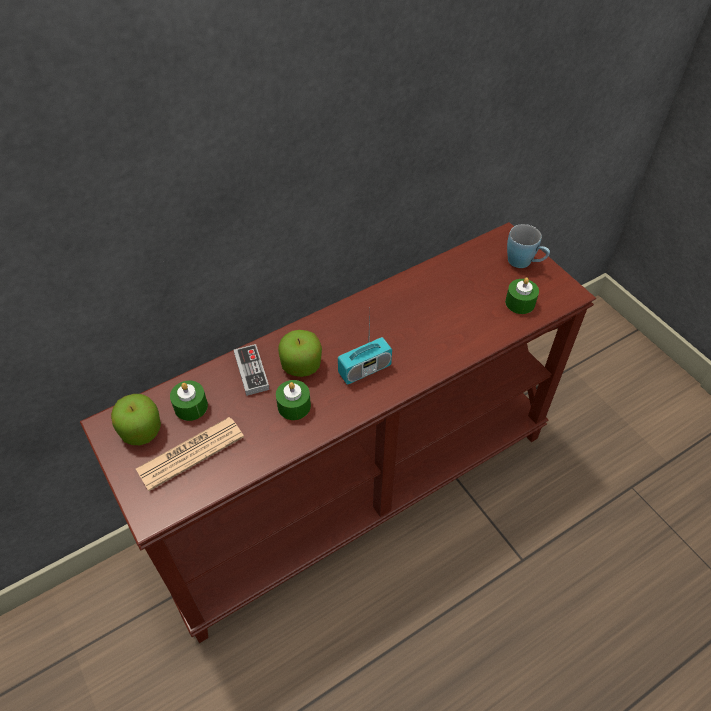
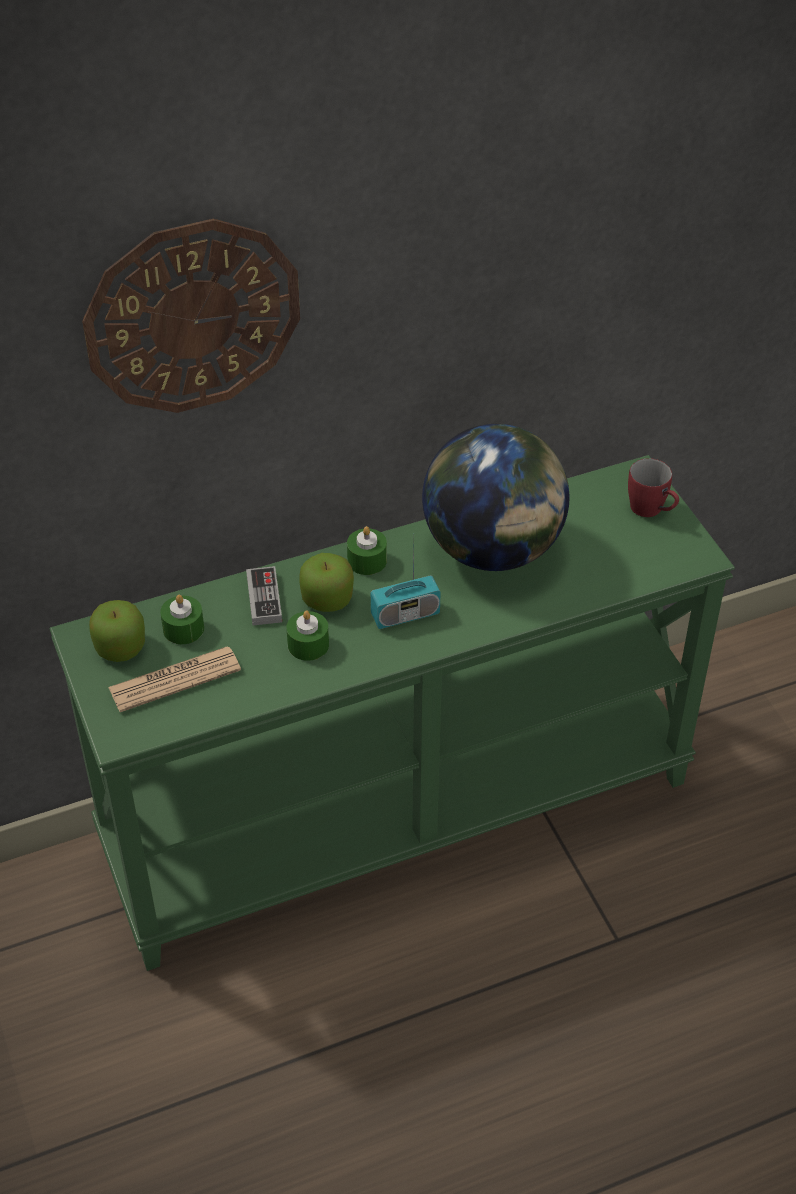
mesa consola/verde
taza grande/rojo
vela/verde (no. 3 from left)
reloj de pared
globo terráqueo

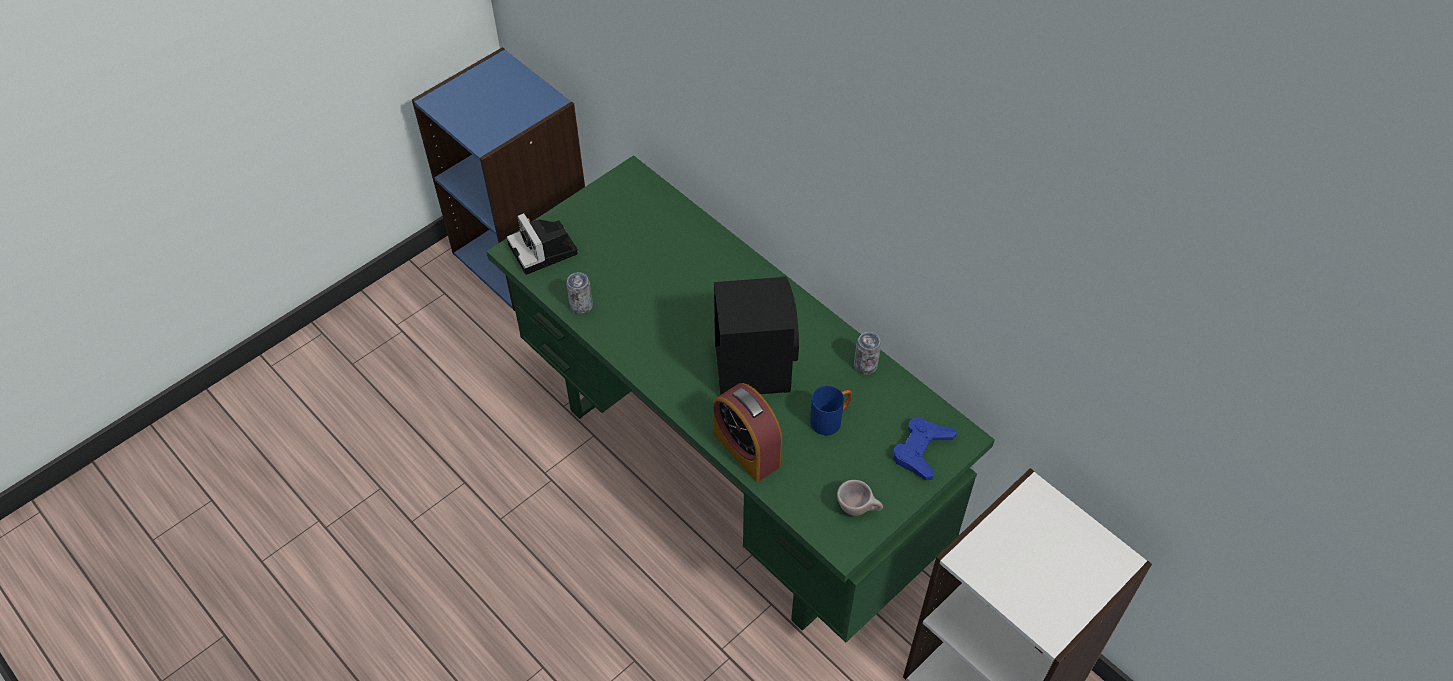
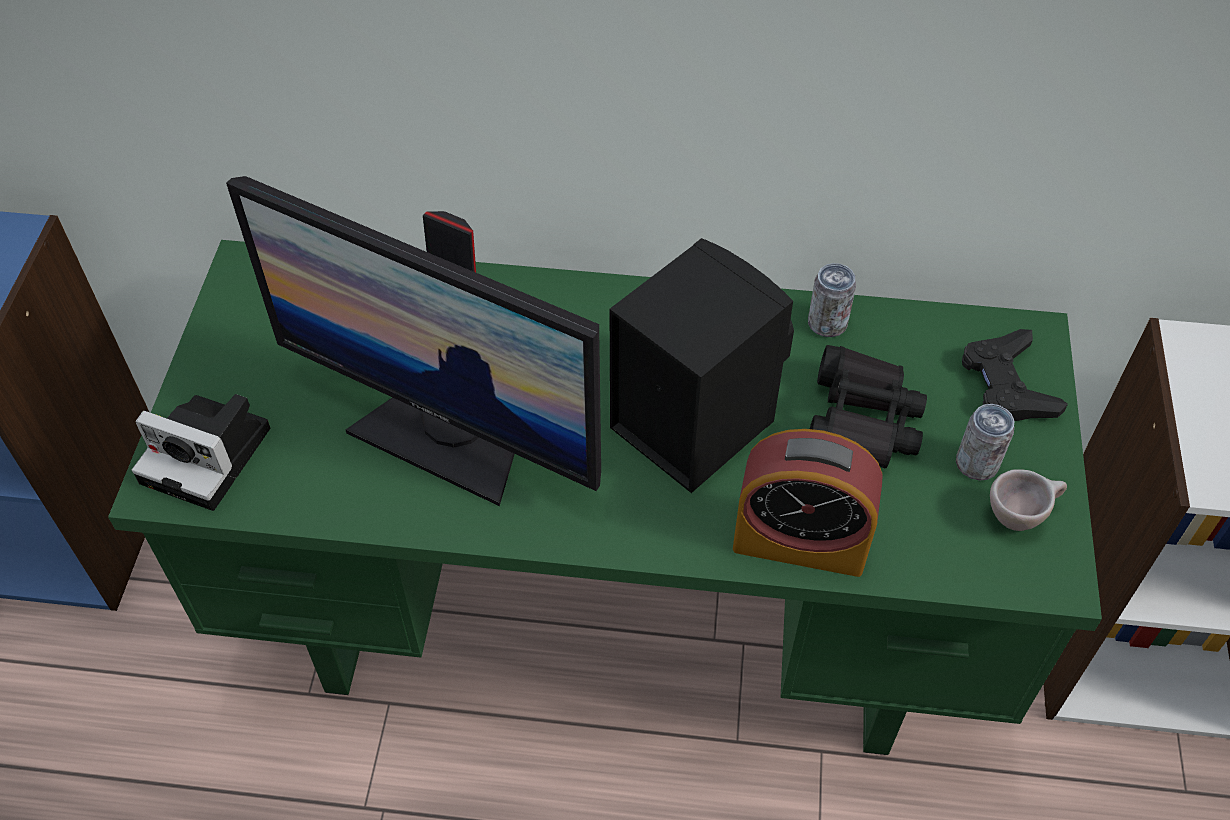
lata (no. 2 from left)
prismáticos/negro
mando de consola/negro
monitor

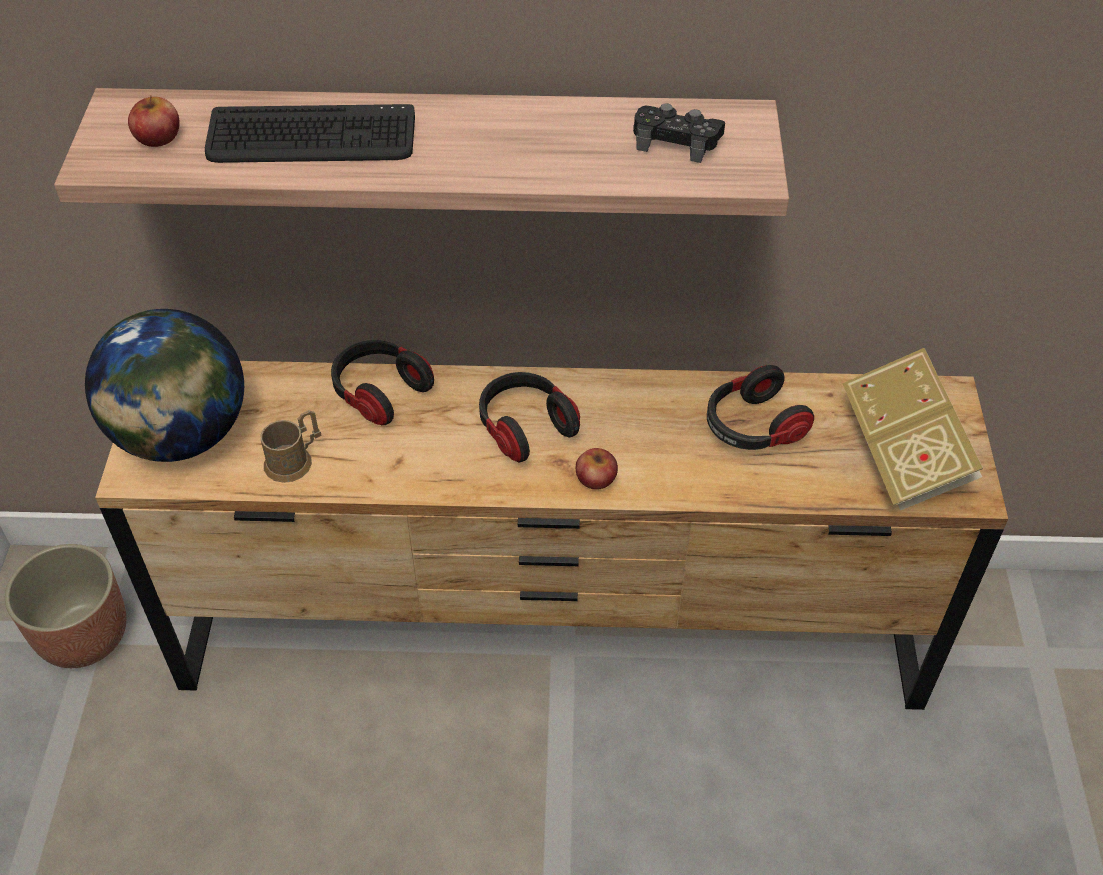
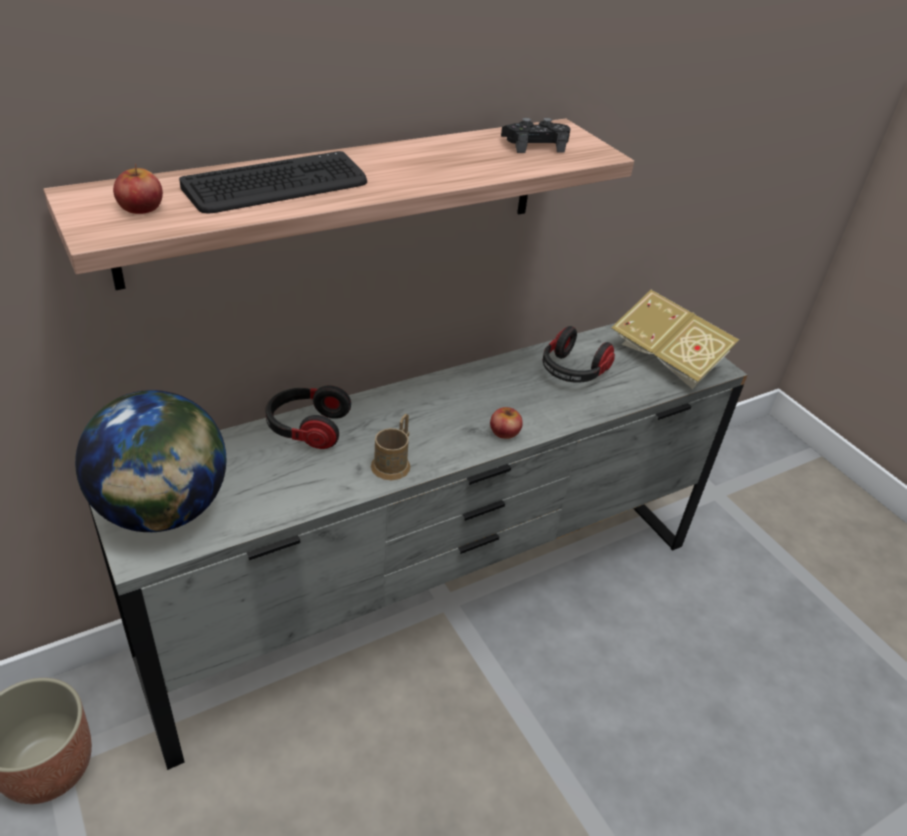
cómoda/gris
auriculares (no. 2 from left in the first image)
taza grande/marrón

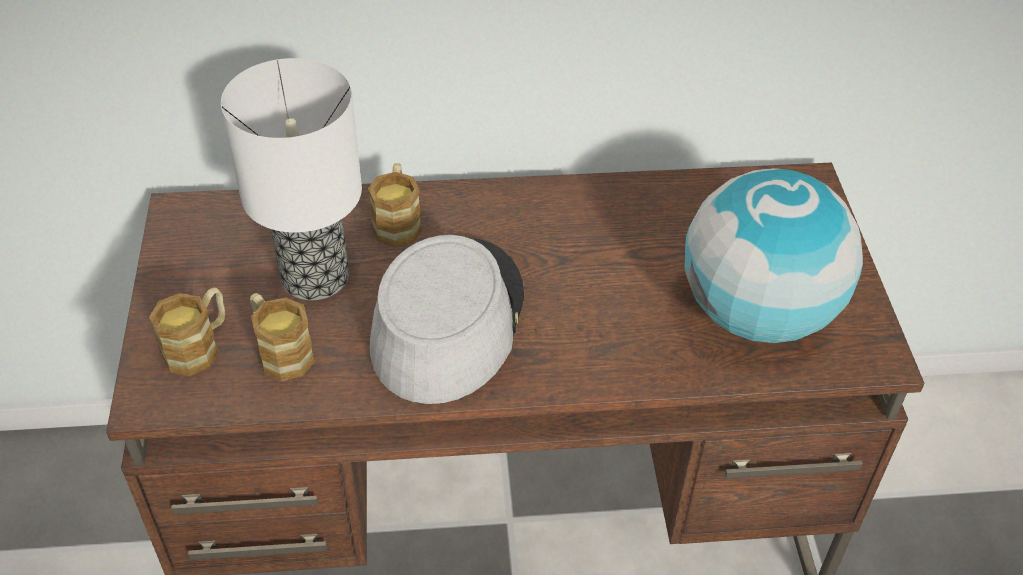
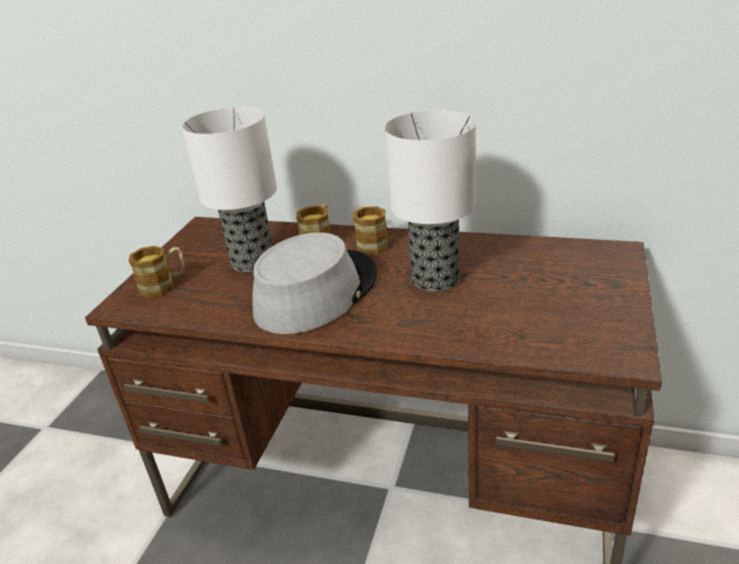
globo terráqueo
taza grande (no. 3 from left)
lámpara de mesa (no. 2 from left)

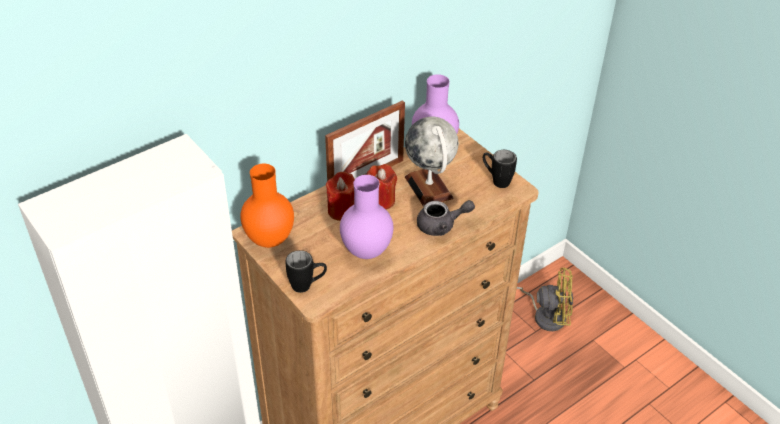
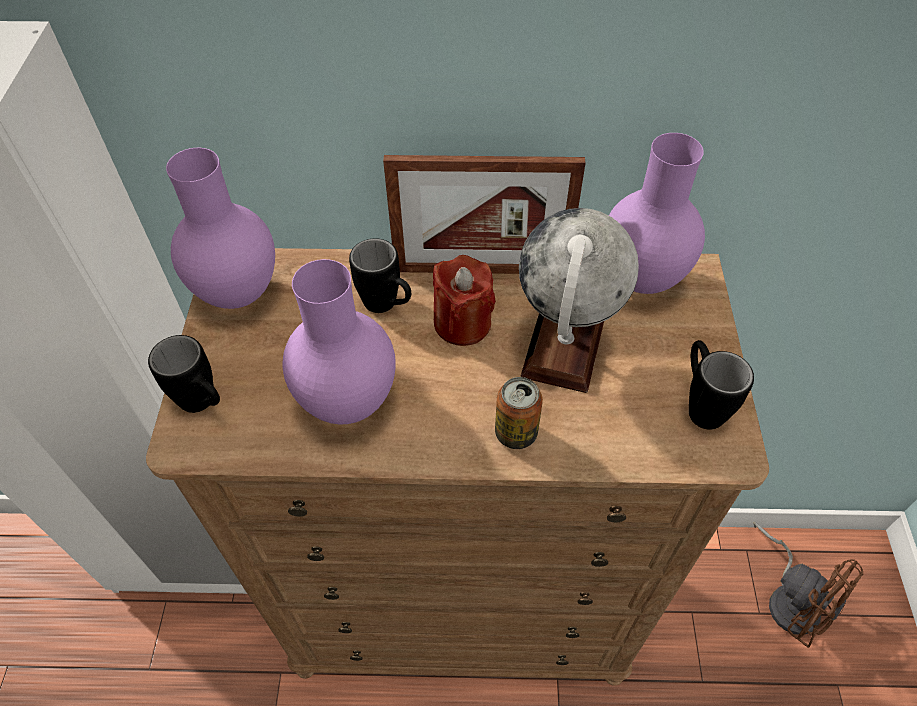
florero/morado (no. 1 from left)
taza grande/negro (no. 2 from left)
lata
ventilador/marrón

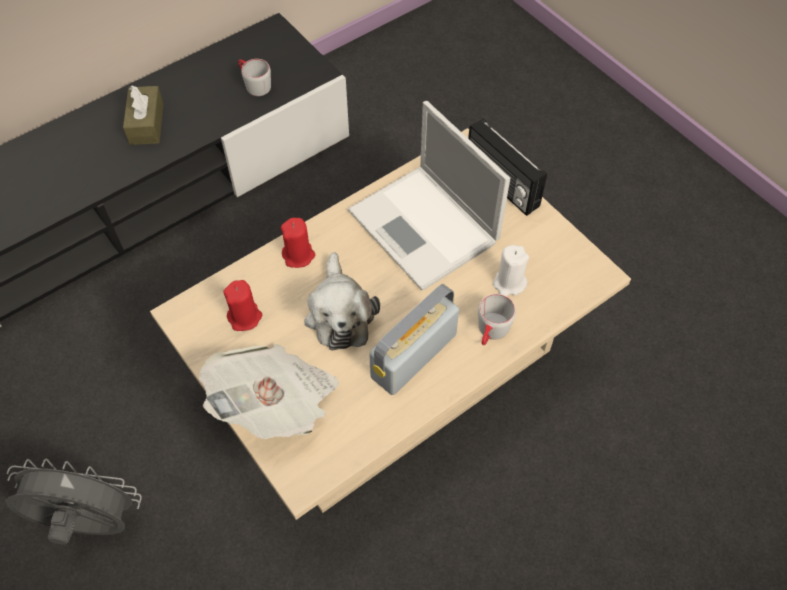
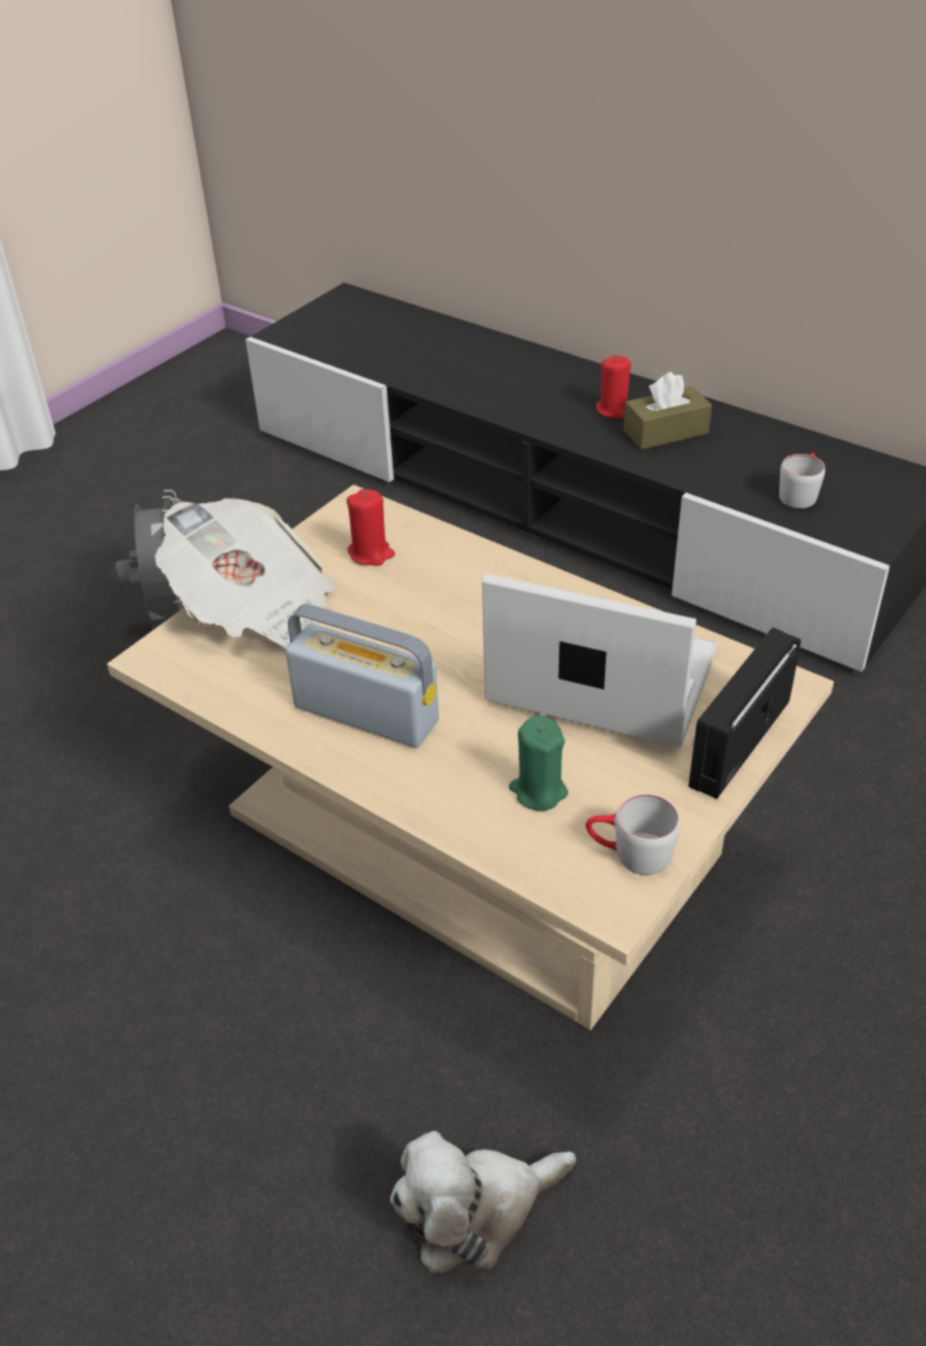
portátil
vela/rojo (no. 2 from left)
vela/verde
peluche
taza grande/gris (no. 1 from left)

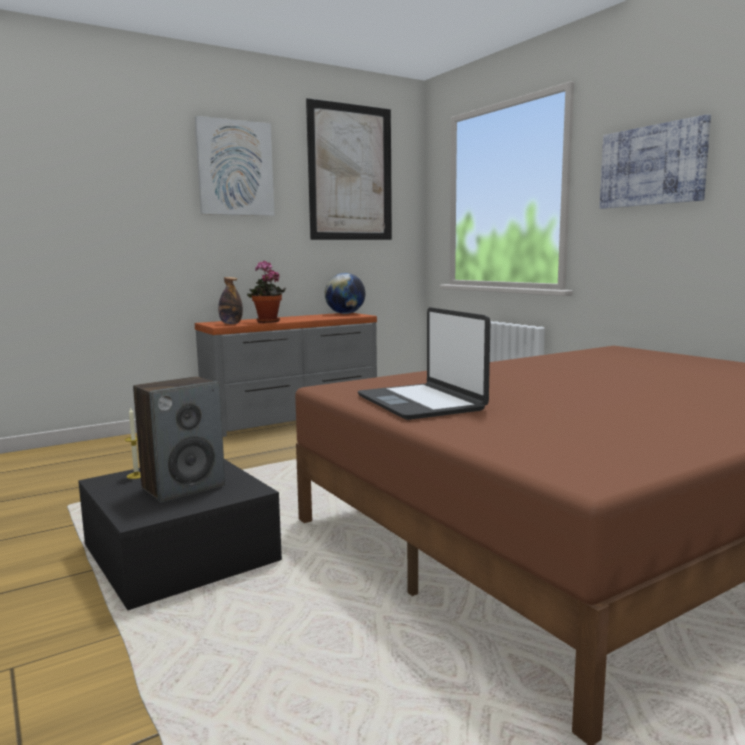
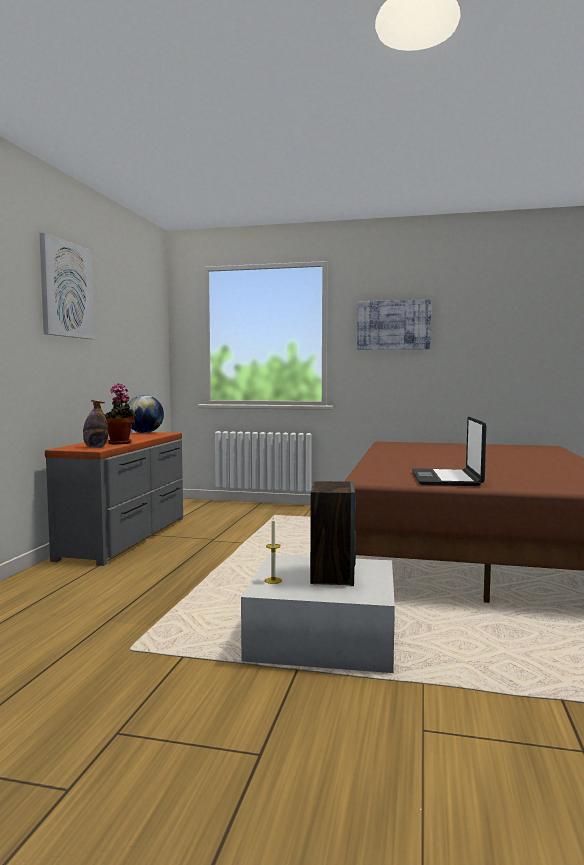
cuadro (no. 2 from left in the first image)
portátil
caja de almacenaje/blanco

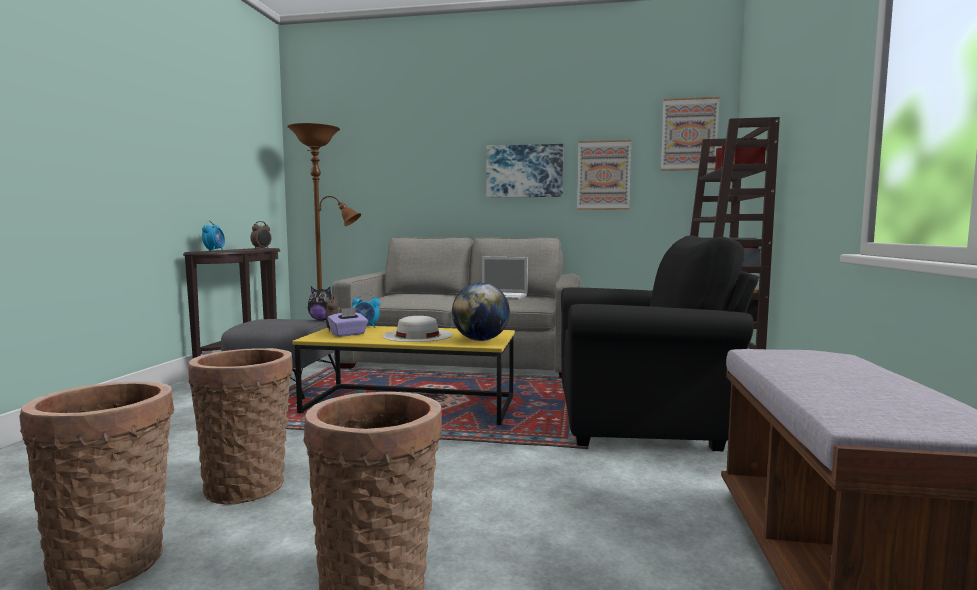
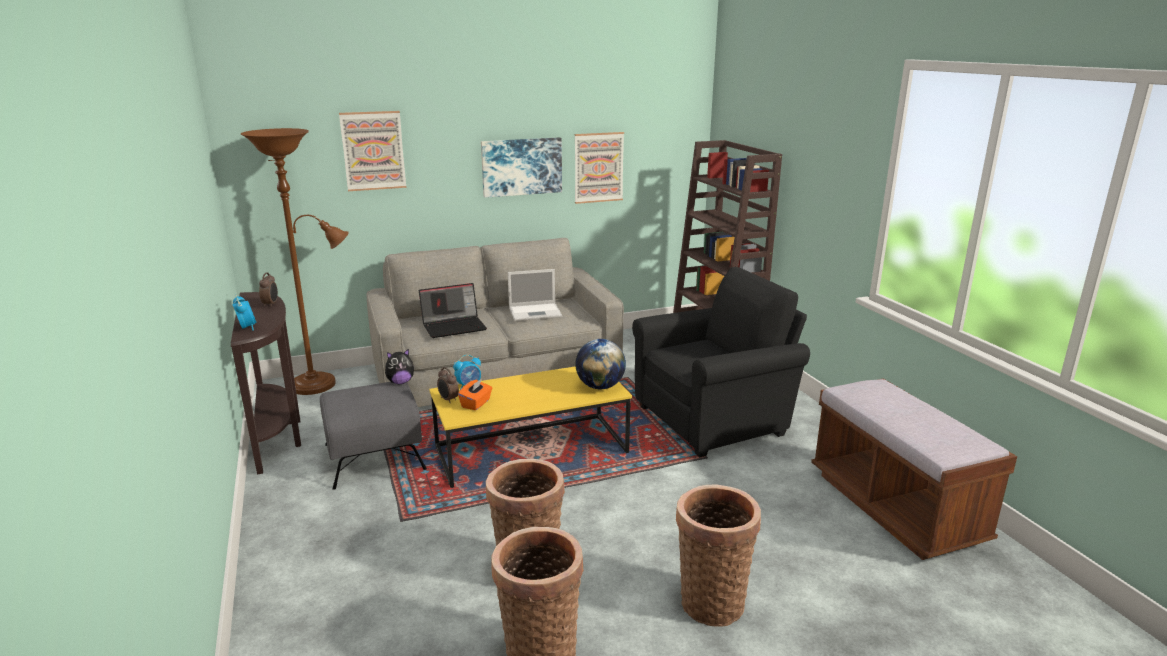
cuadro (no. 1 from left)
caja de pañuelos/naranja
sombrero/blanco
portátil (no. 1 from left)

